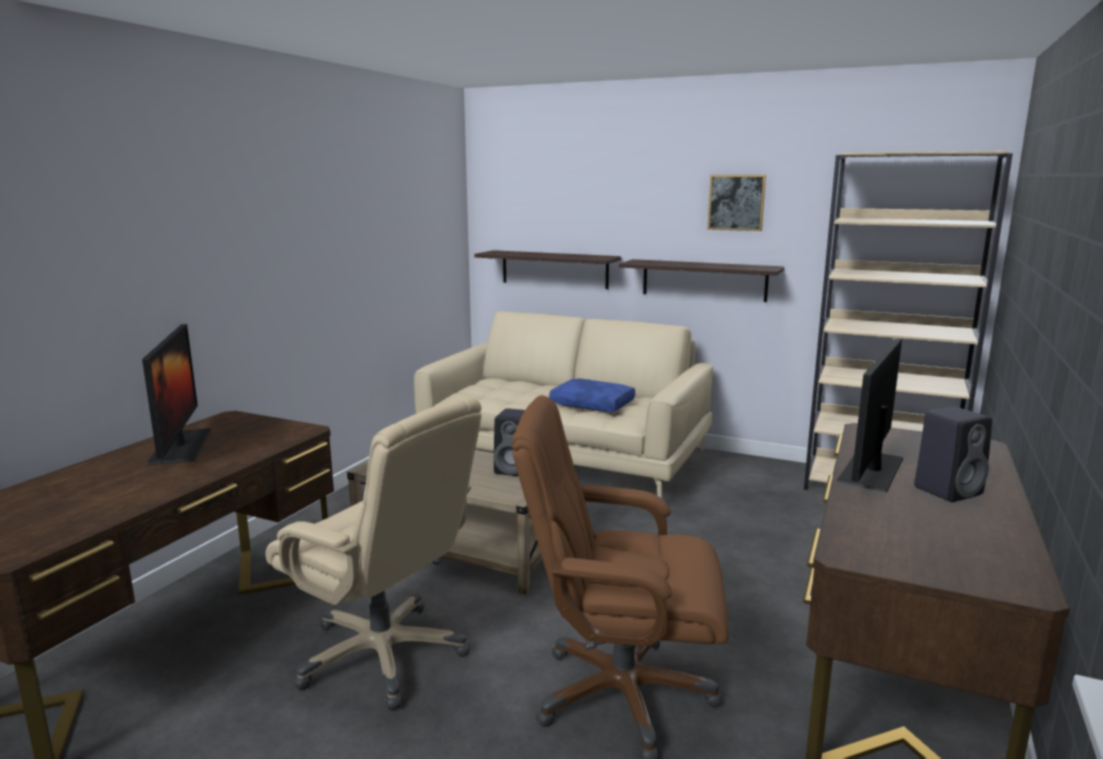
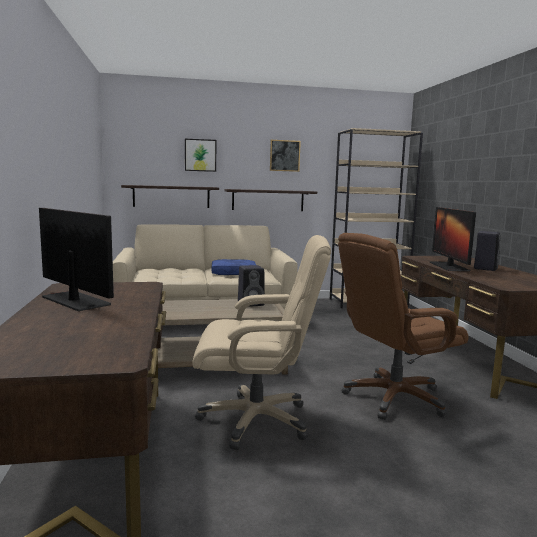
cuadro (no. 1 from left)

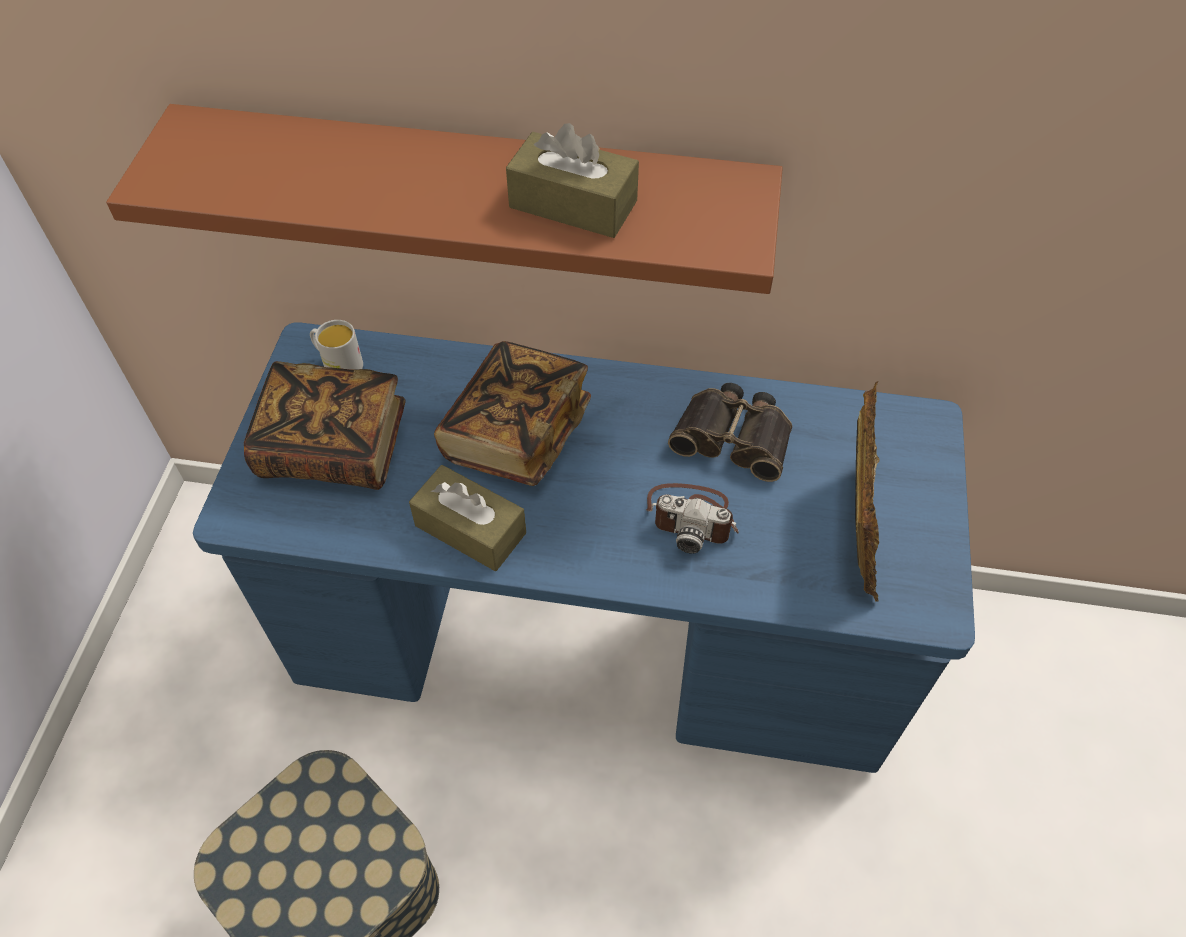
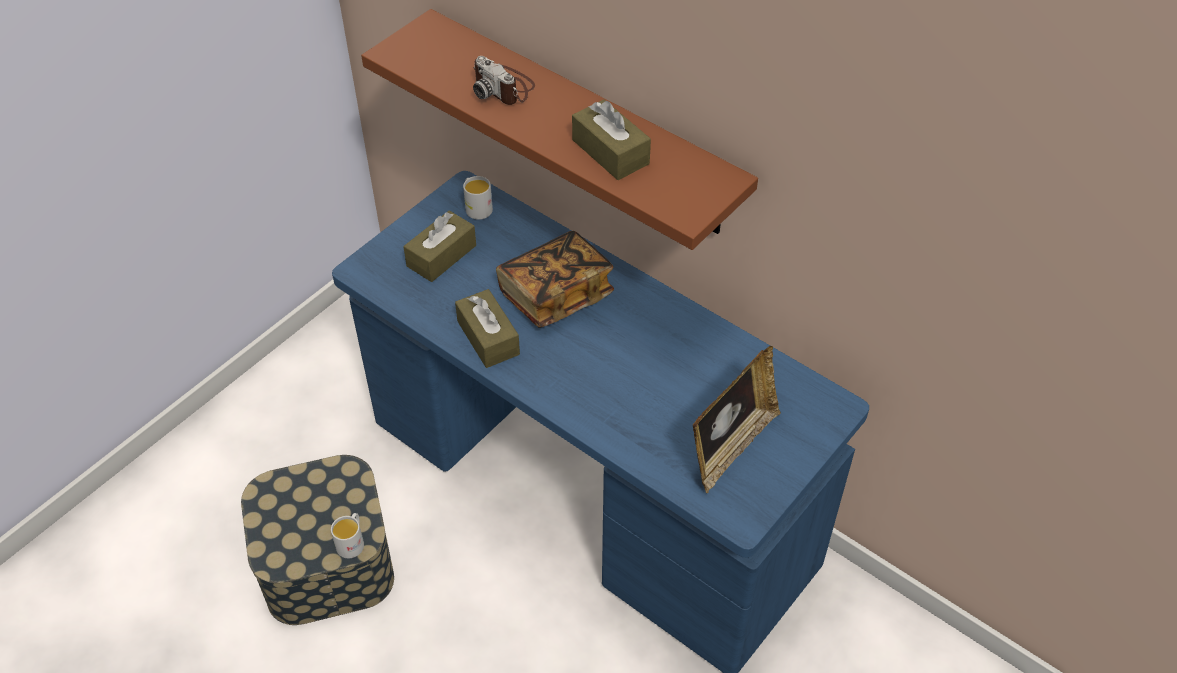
caja de pañuelos/marrón (no. 1 from left)
prismáticos
cámara
taza grande/blanco (no. 1 from left)

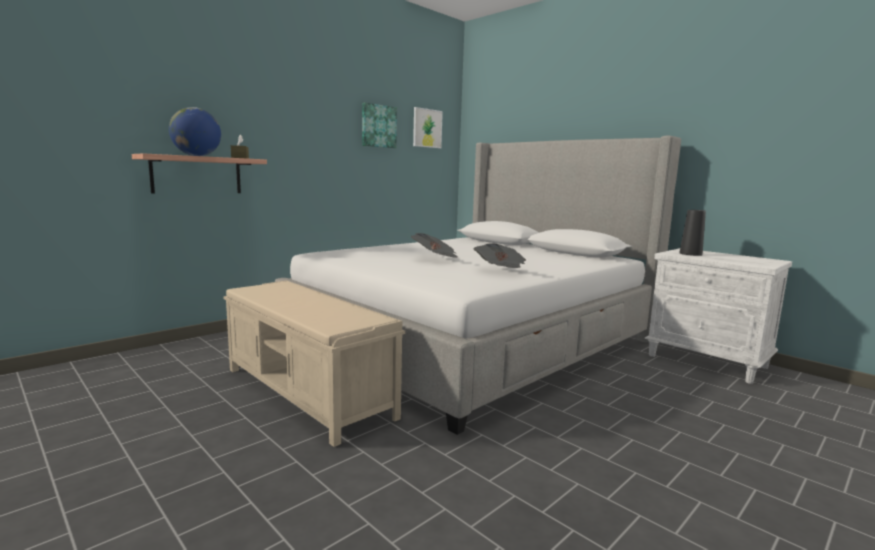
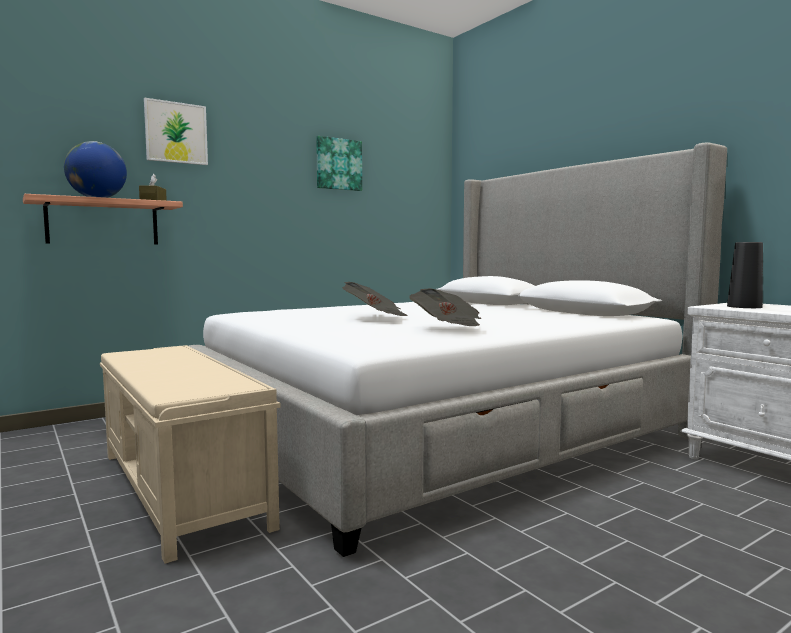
cuadro (no. 1 from left)

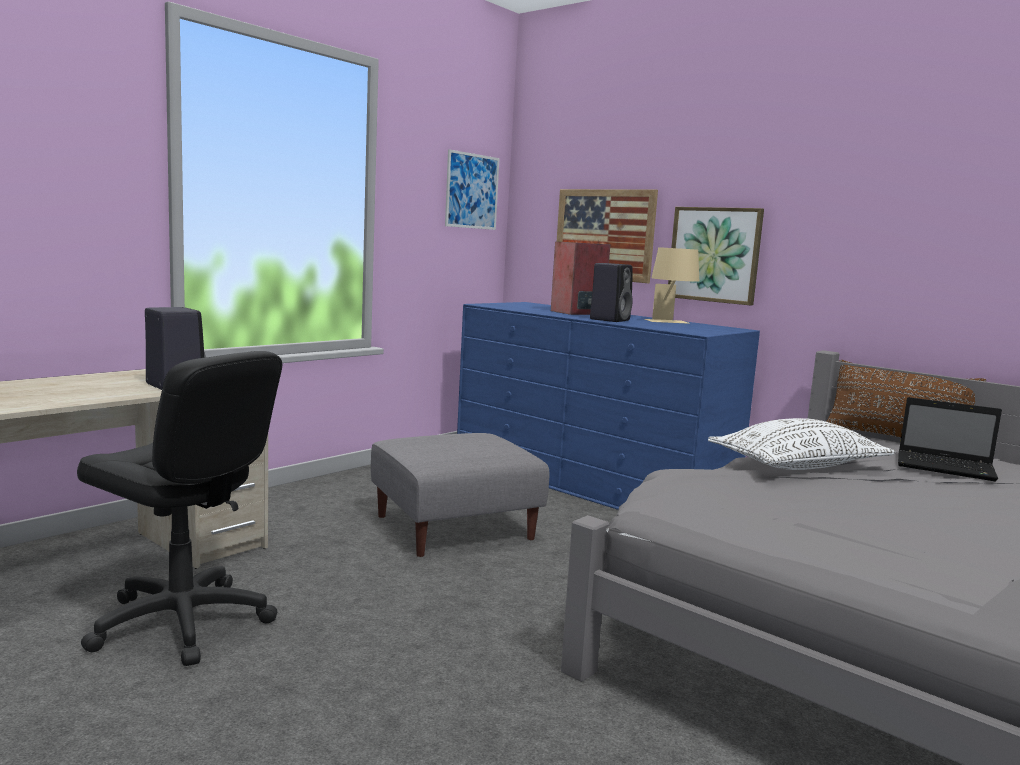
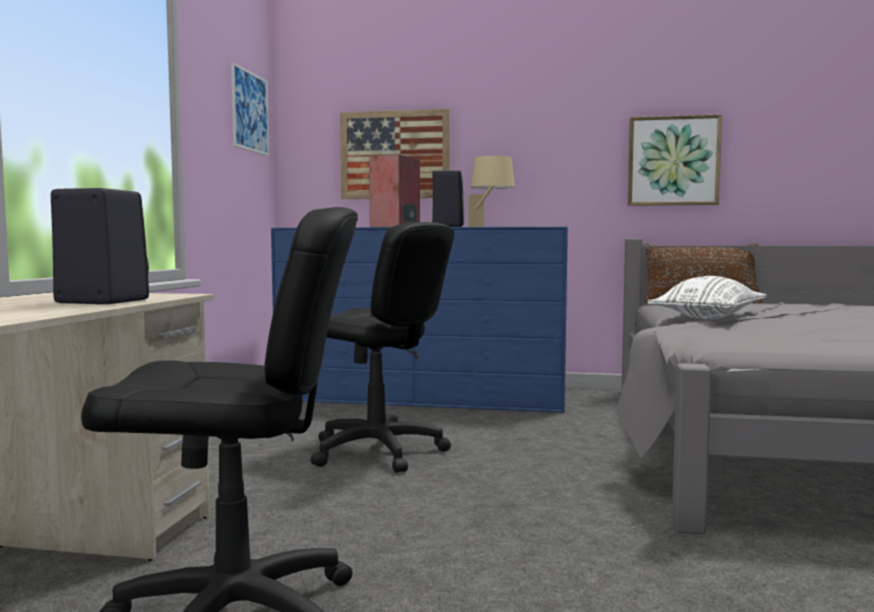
cuadro (no. 3 from left)
portátil
silla de oficina/negro (no. 2 from left)

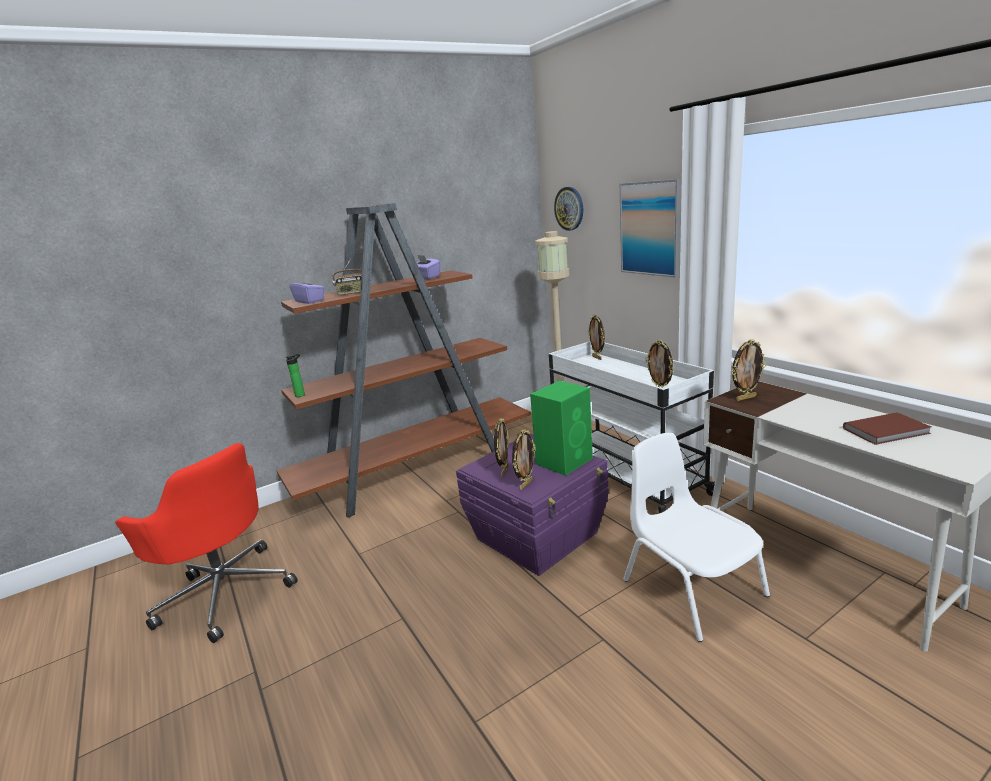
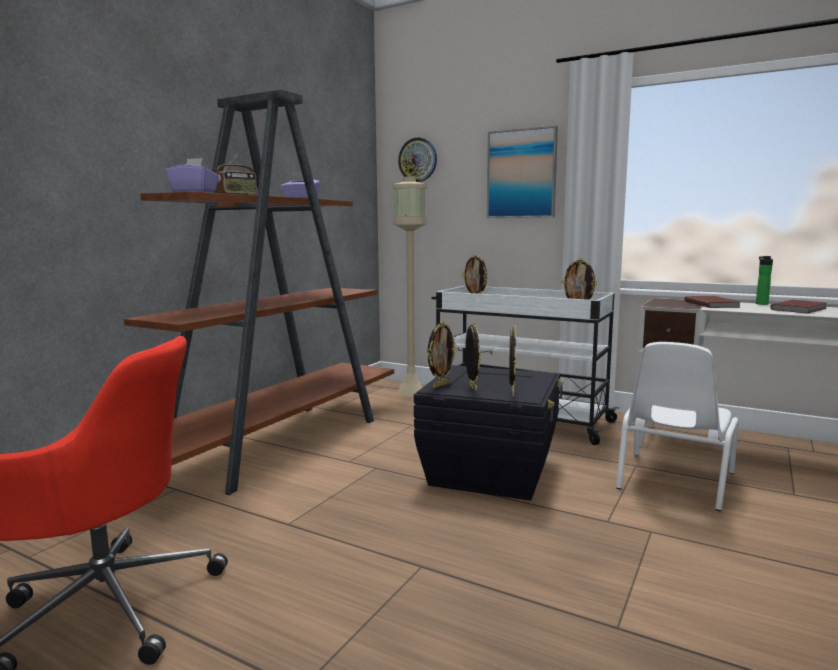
portarretratos (no. 1 from left)
botella
altavoz/verde
caja de almacenaje/negro
silla/blanco
libro/marrón (no. 1 from left)

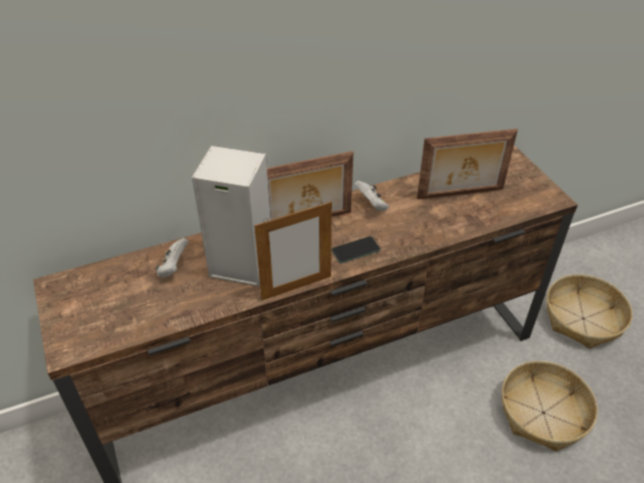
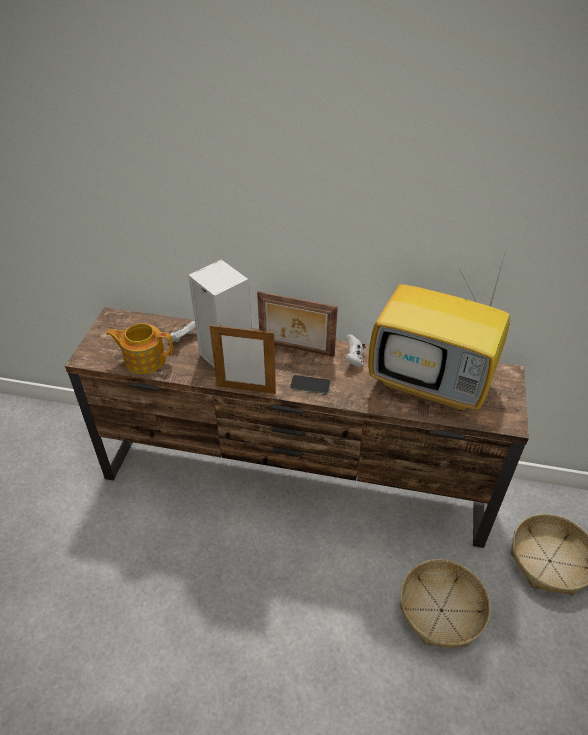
televisor
tetera

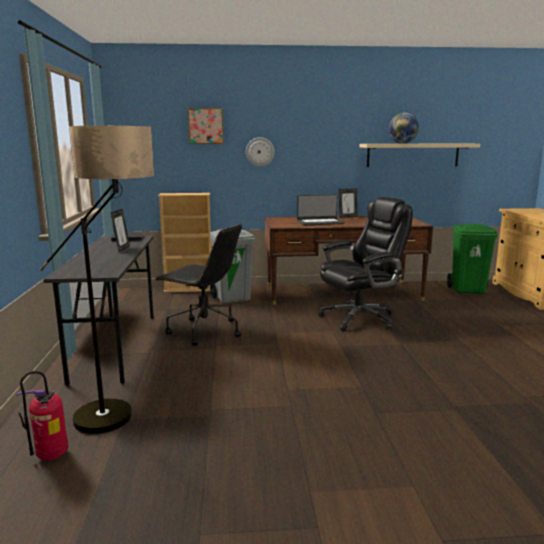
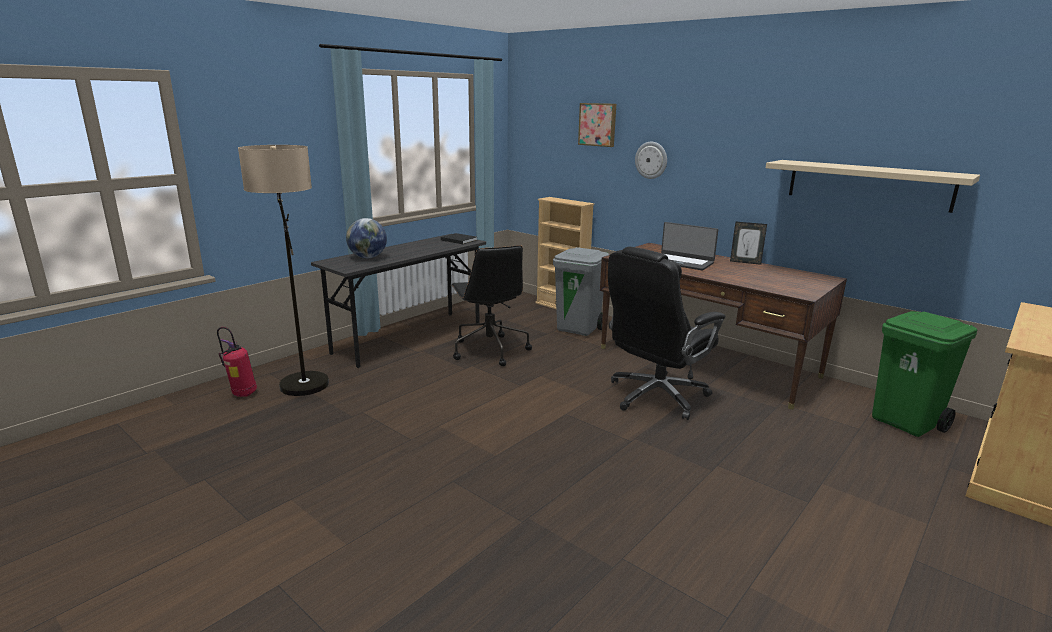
globo terráqueo
silla de oficina/negro (no. 2 from left)
portarretratos (no. 1 from left in the first image)

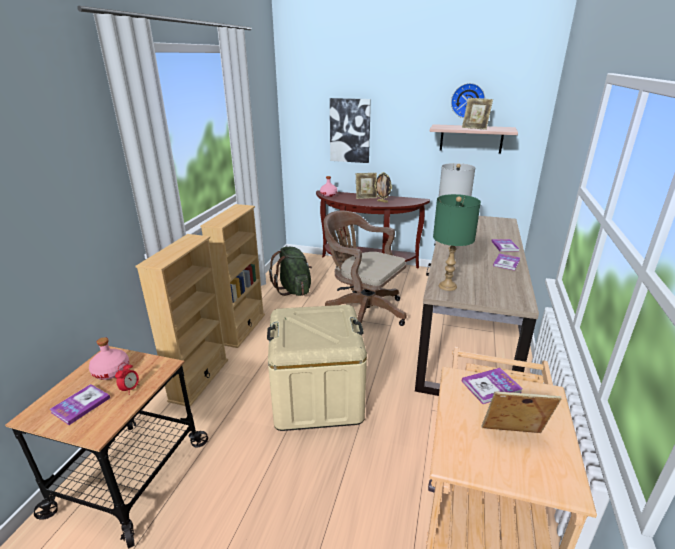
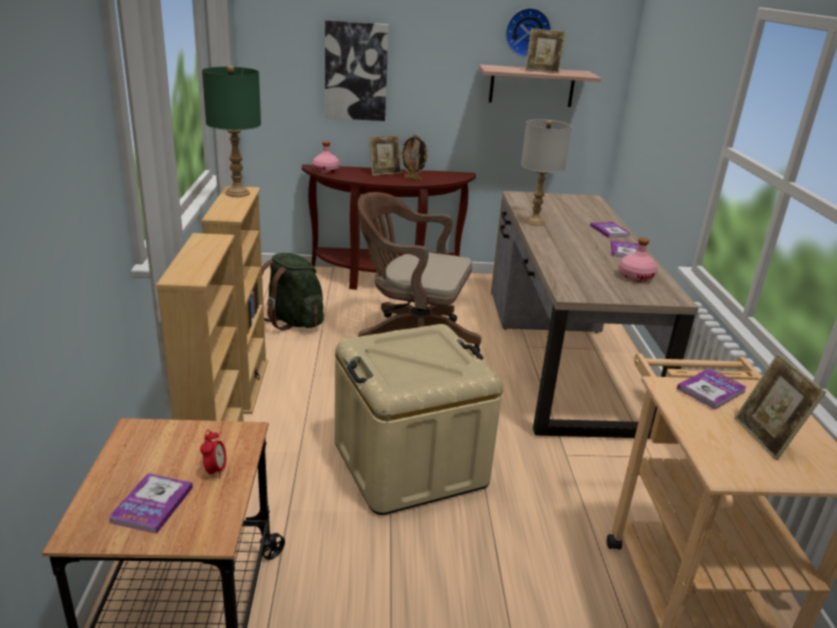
lámpara de mesa/verde
botella/rosa (no. 2 from left)
portarretratos (no. 4 from left)

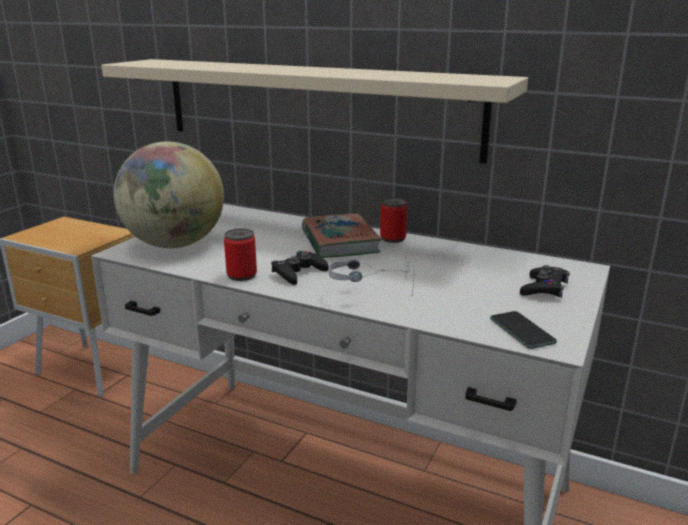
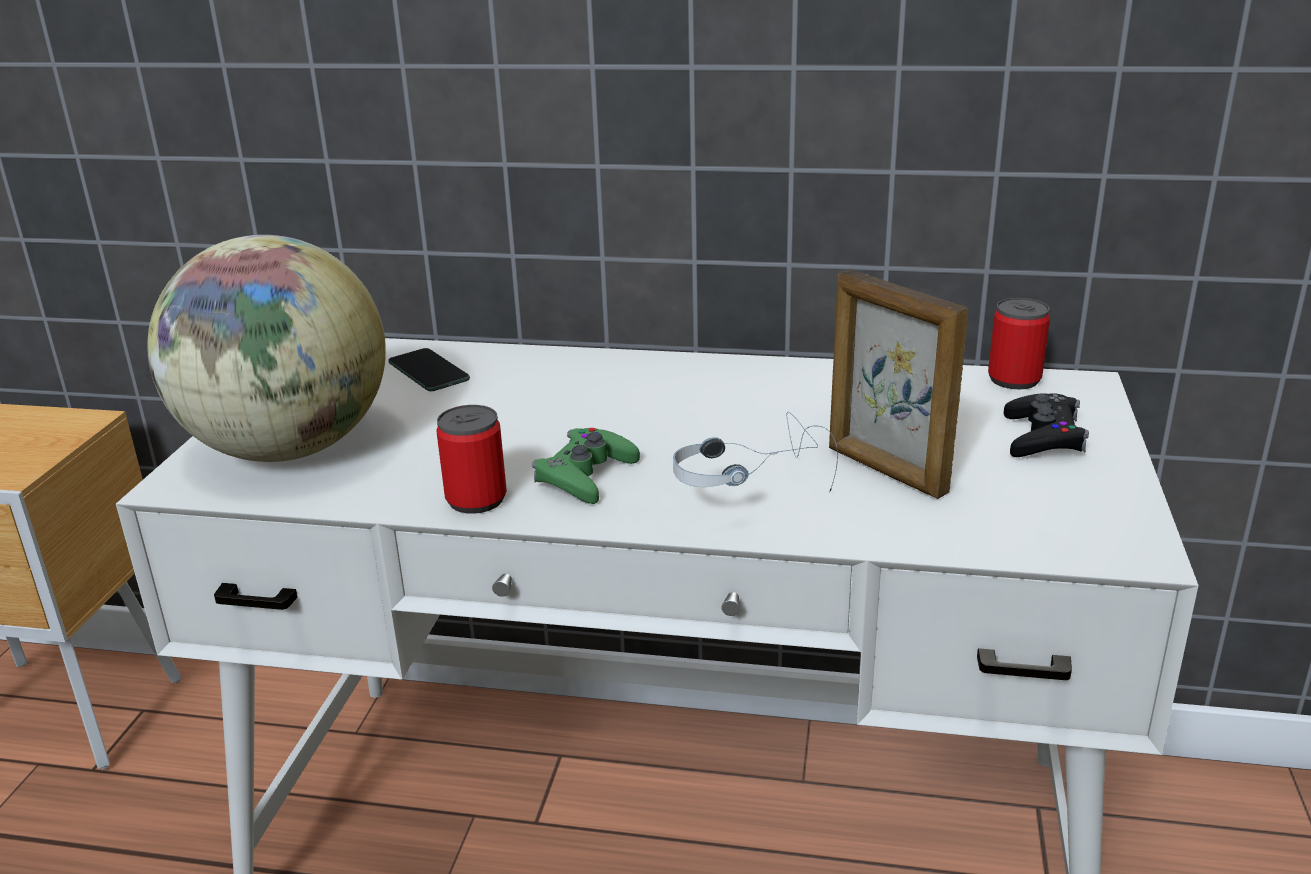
estante/beis
lata (no. 2 from left)
libro
mando de consola/verde
móvil
portarretratos

